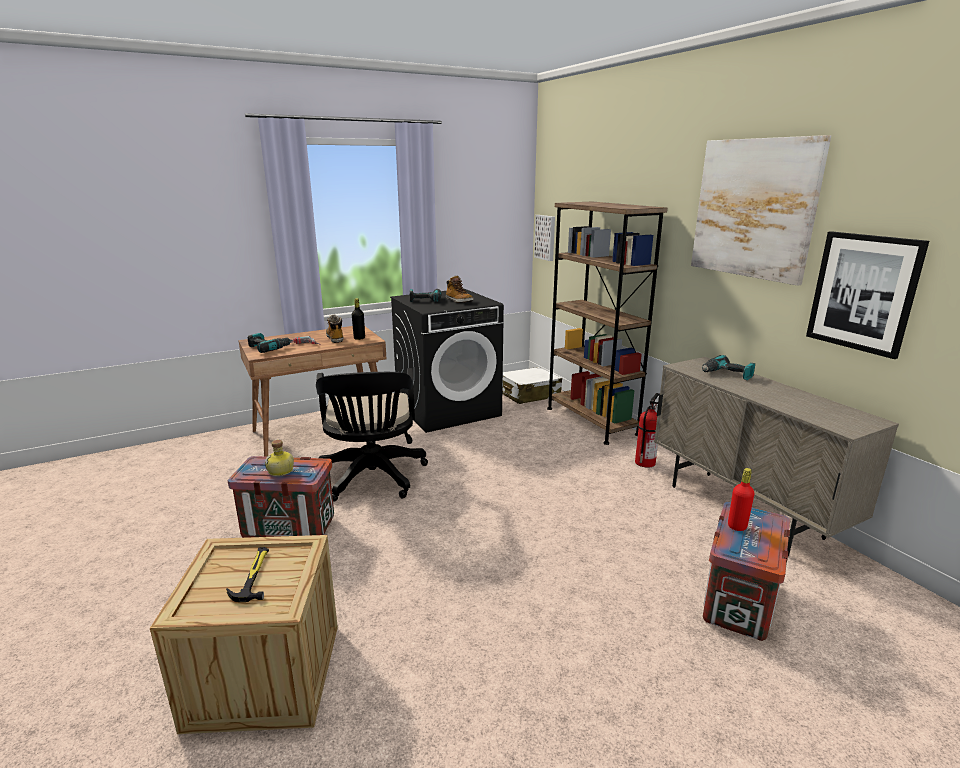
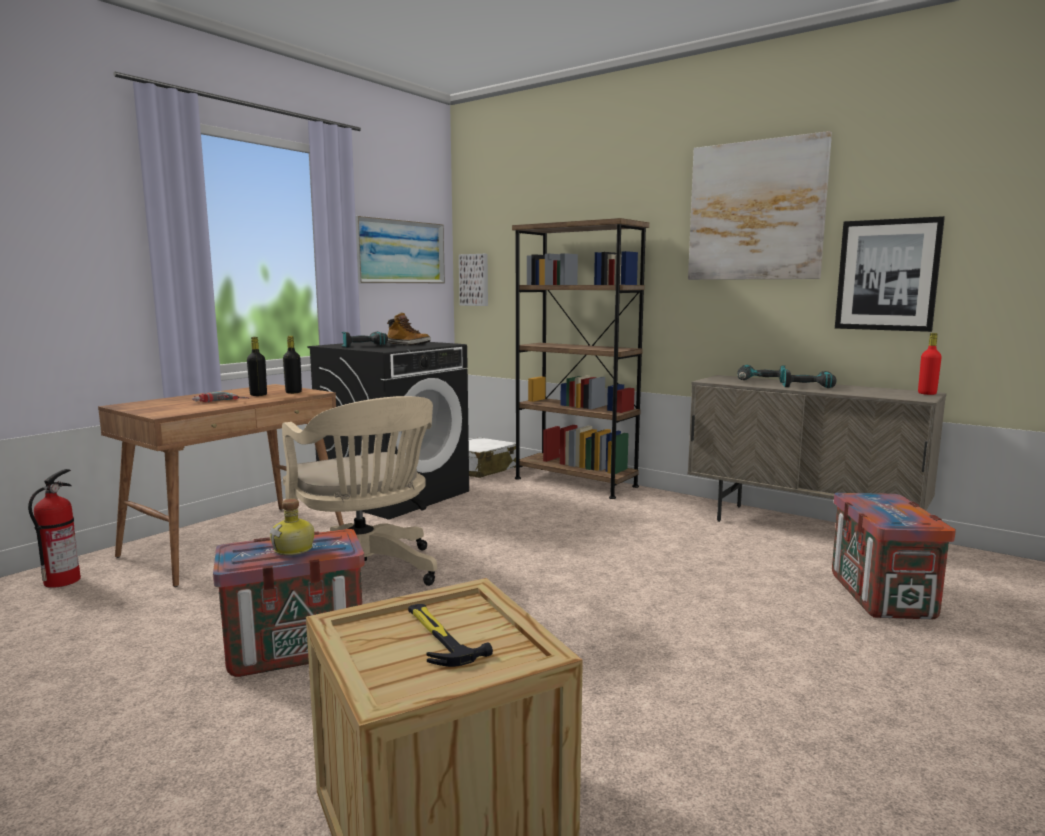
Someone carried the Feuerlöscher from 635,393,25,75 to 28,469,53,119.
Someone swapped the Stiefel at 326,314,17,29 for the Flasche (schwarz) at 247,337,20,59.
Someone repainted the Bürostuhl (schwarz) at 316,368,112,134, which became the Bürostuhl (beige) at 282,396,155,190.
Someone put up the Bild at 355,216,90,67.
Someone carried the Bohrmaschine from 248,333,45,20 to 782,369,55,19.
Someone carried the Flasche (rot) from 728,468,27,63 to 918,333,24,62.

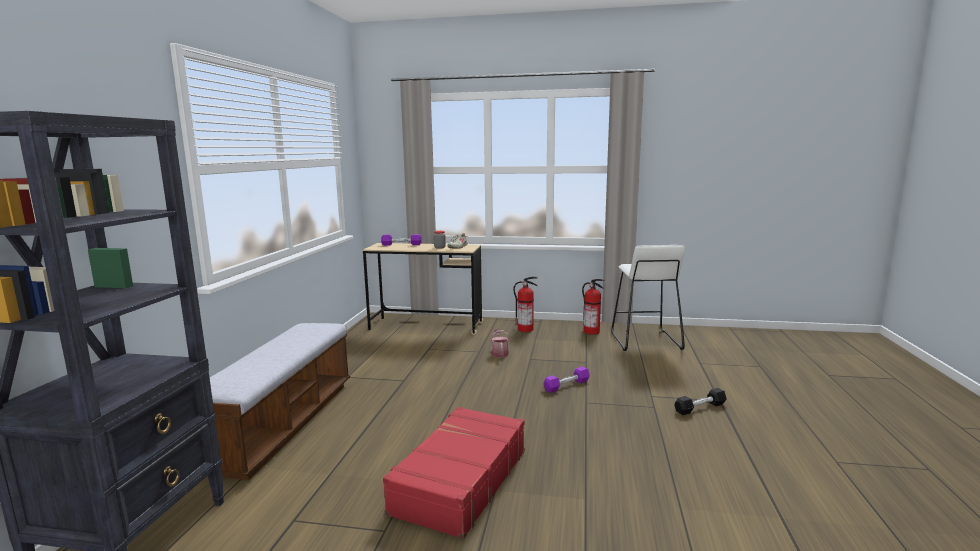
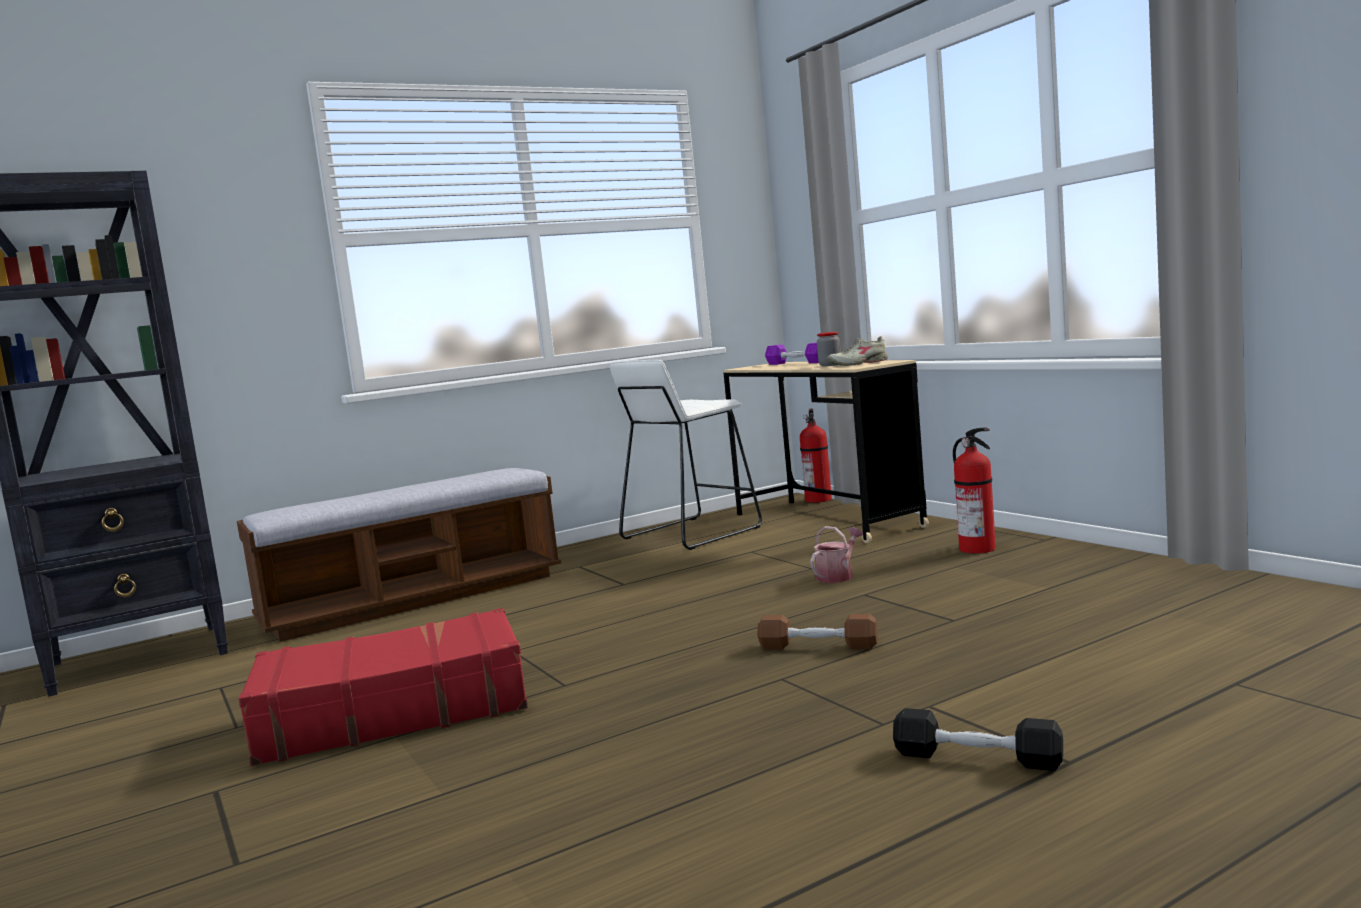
Someone carried the Hocker (weiß) from 611,245,74,106 to 610,360,152,190.
Someone repainted the Hantel (lila) at 544,367,46,26, which became the Hantel (braun) at 758,614,120,35.
Someone carried the Feuerlöscher from 582,279,22,56 to 800,409,32,94.

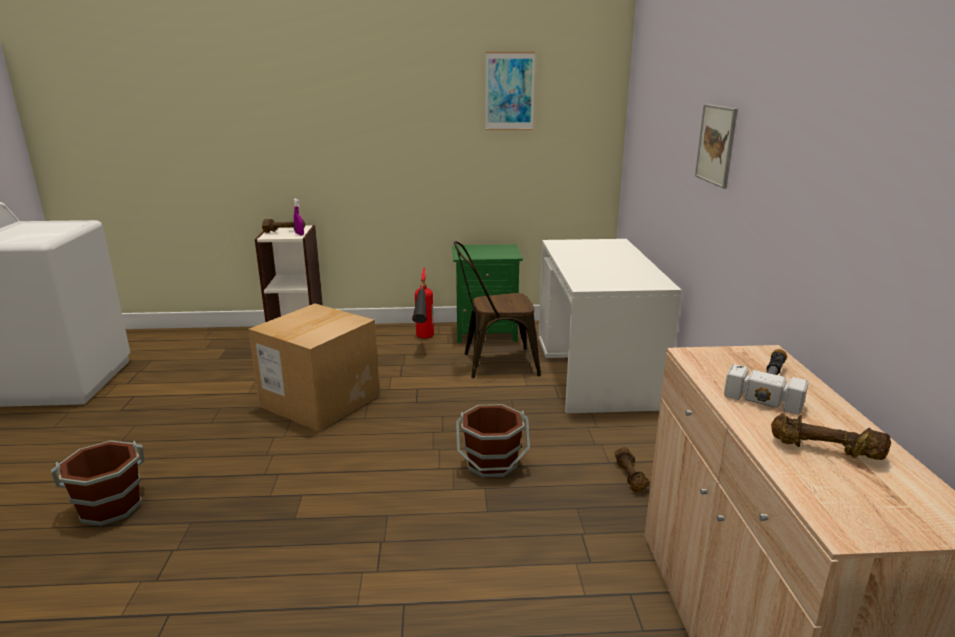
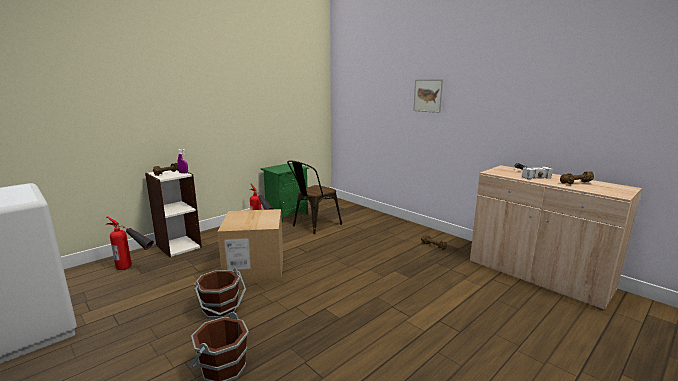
Someone put down the Feuerlöscher at 107,216,47,54.
Someone carried the Eimer (braun) from 456,404,74,74 to 194,268,52,51.
Someone took away the Bild at 485,52,50,78.
Someone took away the Schreibtisch (weiß) at 539,239,143,174.

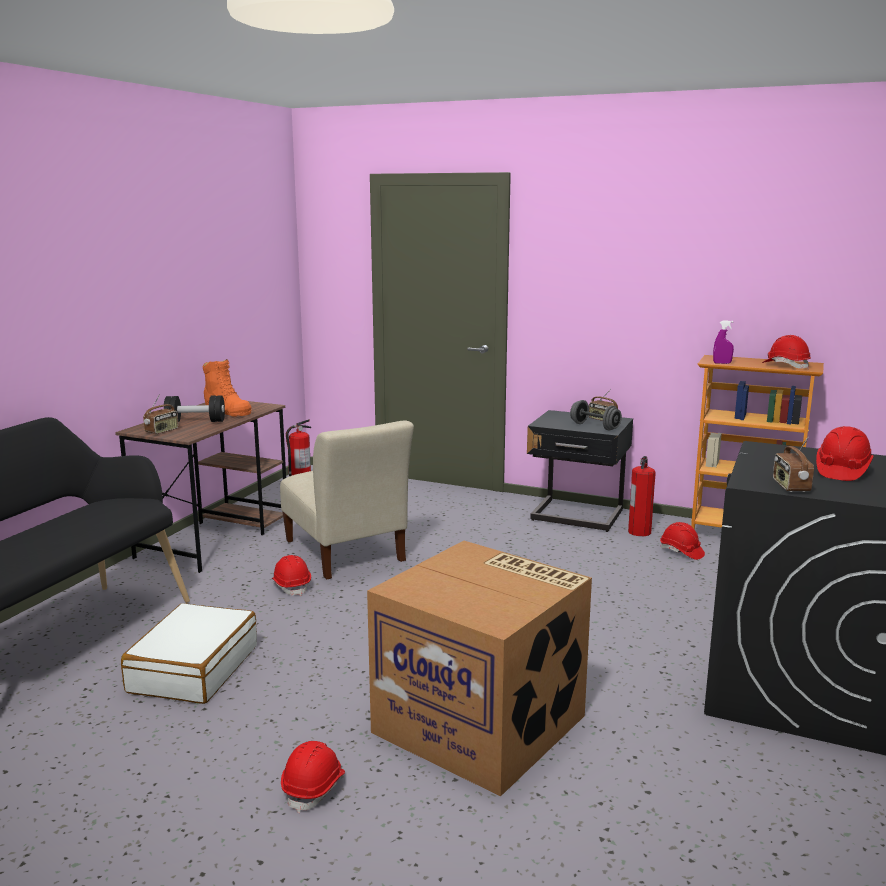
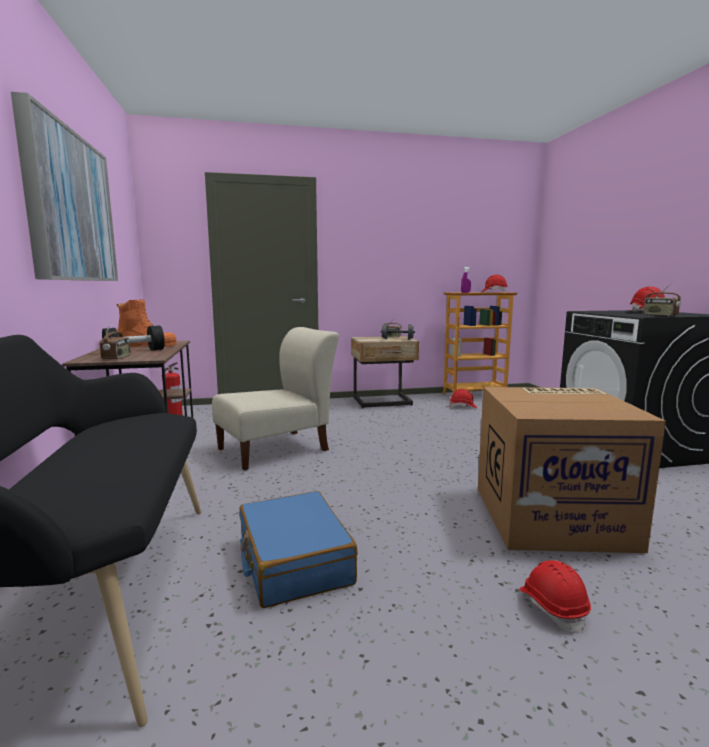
Someone put up the Bild at 11,92,107,189.
Someone rotated the Stuhl (beige) at 280,420,134,159 by 60 degrees counterclockwise.
Someone repainted the Koffer (weiß) at 121,603,136,101, which became the Koffer (blau) at 239,491,119,117.
Someone repainted the Nachttisch (schwarz) at 527,410,106,122, which became the Nachttisch (beige) at 351,336,68,72.
Someone took away the Schutzhelm (rot) at 272,555,39,41.
Someone took away the Feuerlöscher at 628,456,28,80.

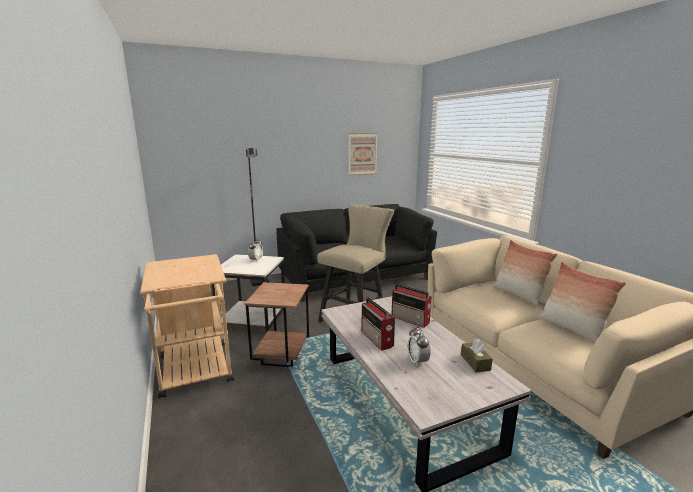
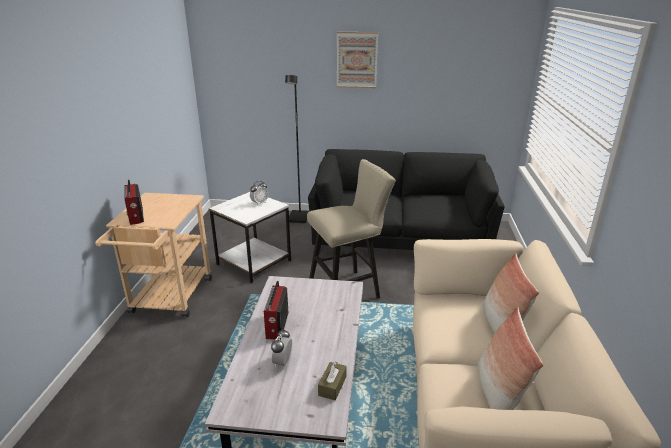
Someone carried the Radio from 392,284,40,44 to 124,180,20,45.
Someone carried the Bild from 349,133,29,42 to 337,32,41,56.
Someone took away the Beistelltisch (braun) at 244,282,65,85.

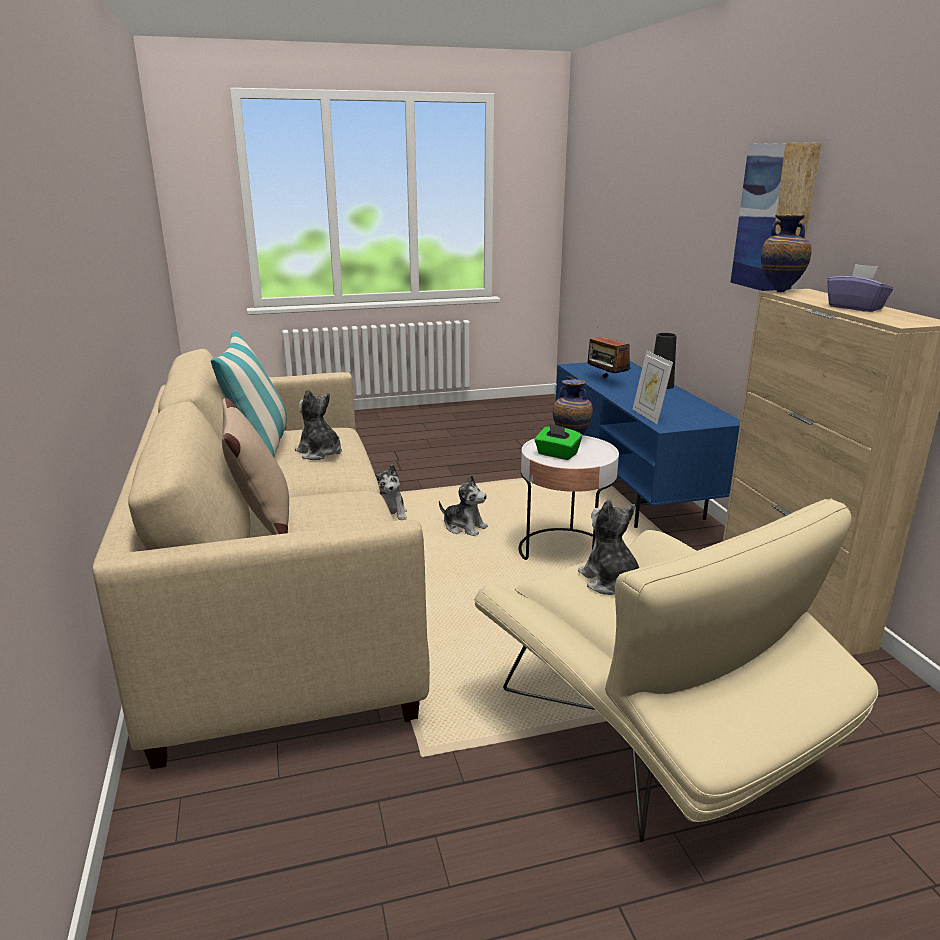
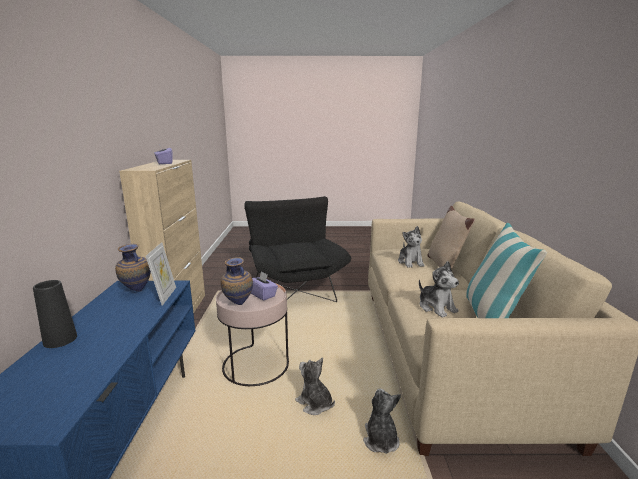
Someone carried the Vase from 761,214,51,78 to 115,244,36,48.
Someone repainted the Beistelltisch (weiß) at 518,435,101,125, which became the Beistelltisch (rosa) at 216,283,73,103.
Someone repainted the Sessel (beige) at 474,499,404,344, which became the Sessel (schwarz) at 245,196,106,106.
Someone repainted the Taschentuchbox (grün) at 534,424,48,36, which became the Taschentuchbox (lila) at 251,271,27,29.
Someone carried the Plüschtier from 578,499,61,96 to 398,226,27,42.
Someone took away the Radio at 587,327,43,51.
Someone took away the Bild at 730,142,92,149.

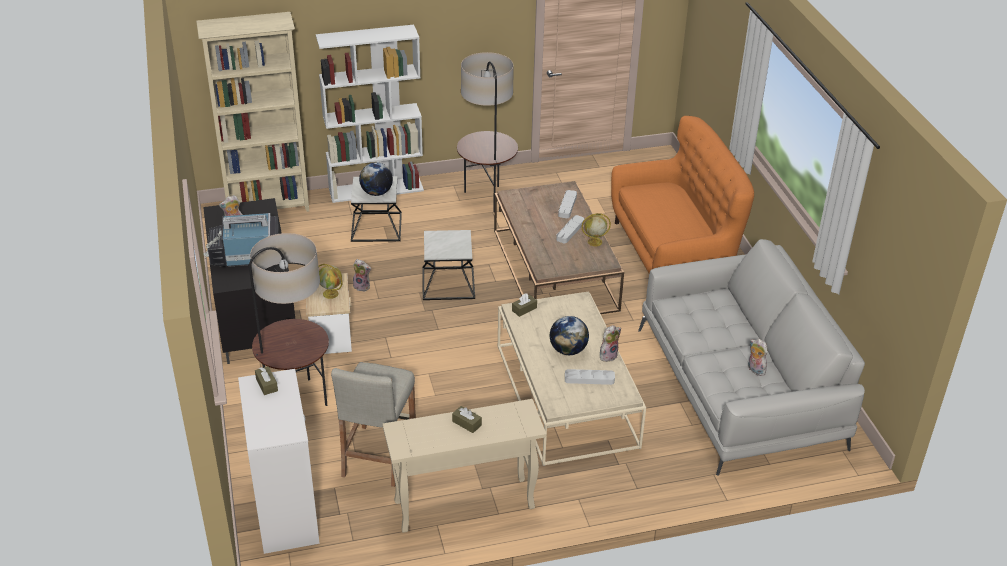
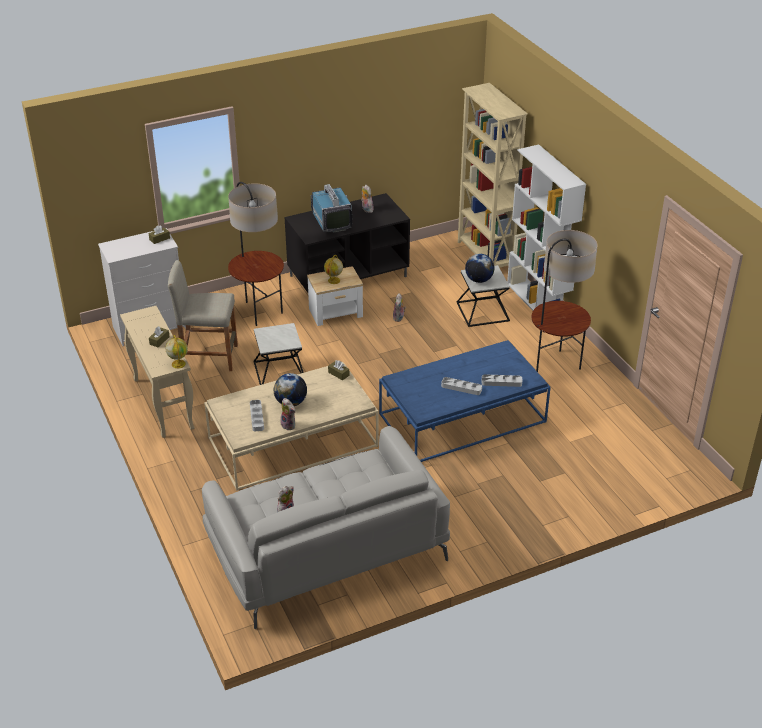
Someone carried the Globus from 582,213,29,33 to 165,335,23,34.
Someone carried the Beistelltisch from 422,230,53,70 to 254,323,50,62.
Someone repainted the Couchtisch (braun) at 494,181,130,133, which became the Couchtisch (blau) at 379,340,172,122.
Someone took away the Sofa (orange) at 611,116,143,157.

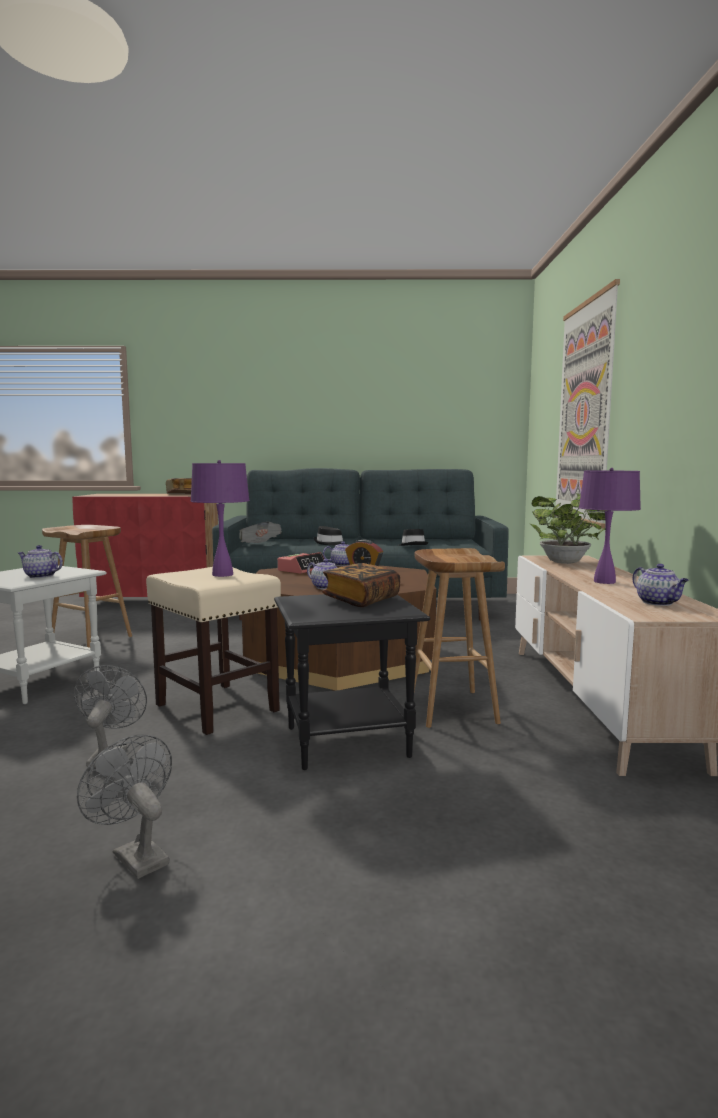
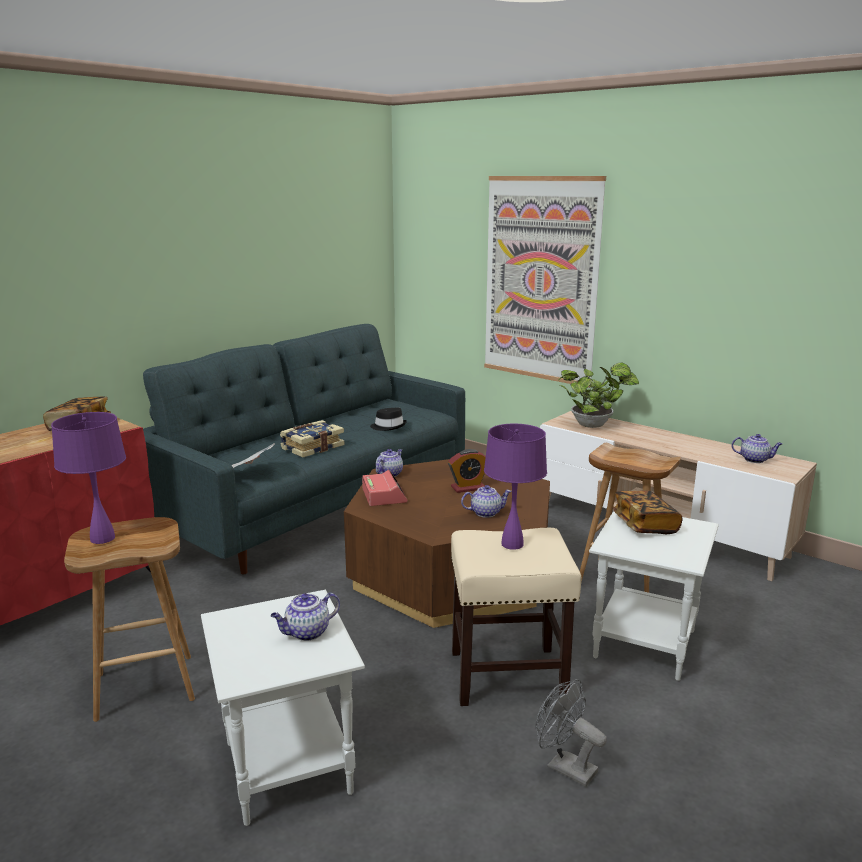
Someone carried the Tischlampe (lila) from 579,468,62,116 to 51,412,75,132.
Someone swapped the Hut (schwarz) at 314,526,32,20 for the Buch at 280,420,64,38.
Someone repainted the Beistelltisch (schwarz) at 274,594,156,176, which became the Beistelltisch (weiß) at 589,511,130,170.
Someone took away the Ventilator (grau) at 77,735,95,144.

